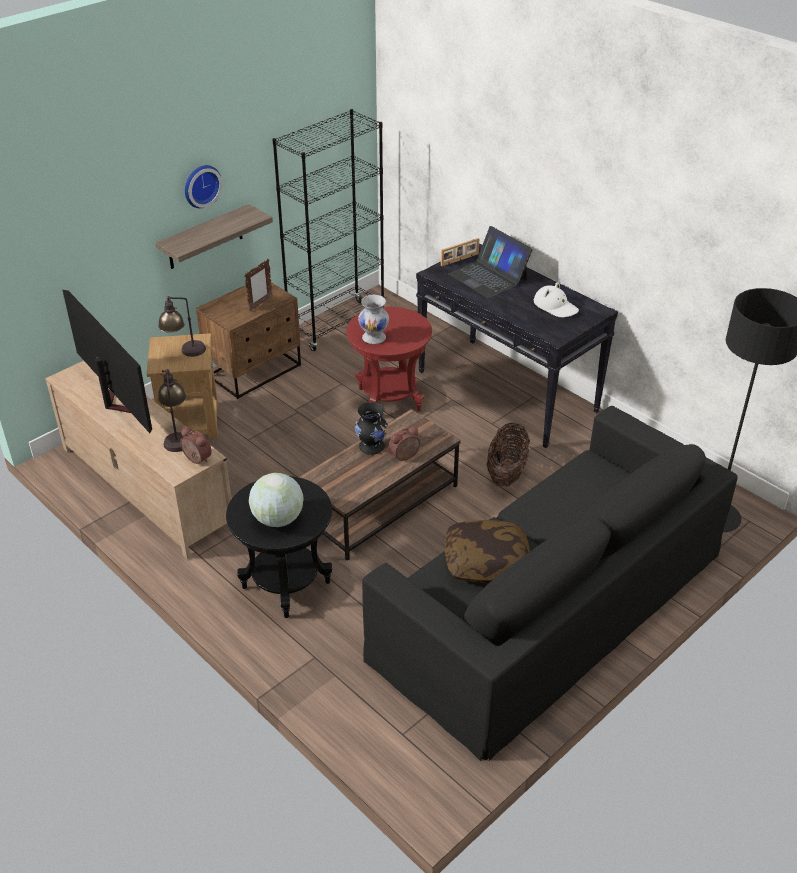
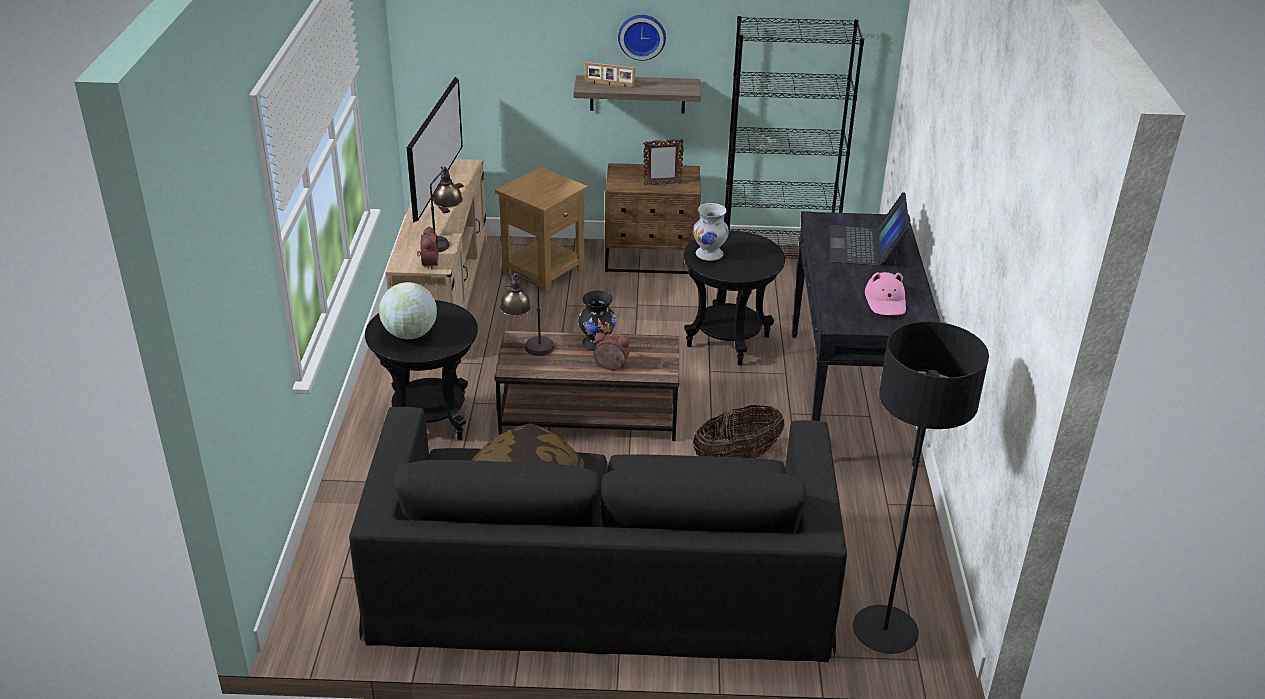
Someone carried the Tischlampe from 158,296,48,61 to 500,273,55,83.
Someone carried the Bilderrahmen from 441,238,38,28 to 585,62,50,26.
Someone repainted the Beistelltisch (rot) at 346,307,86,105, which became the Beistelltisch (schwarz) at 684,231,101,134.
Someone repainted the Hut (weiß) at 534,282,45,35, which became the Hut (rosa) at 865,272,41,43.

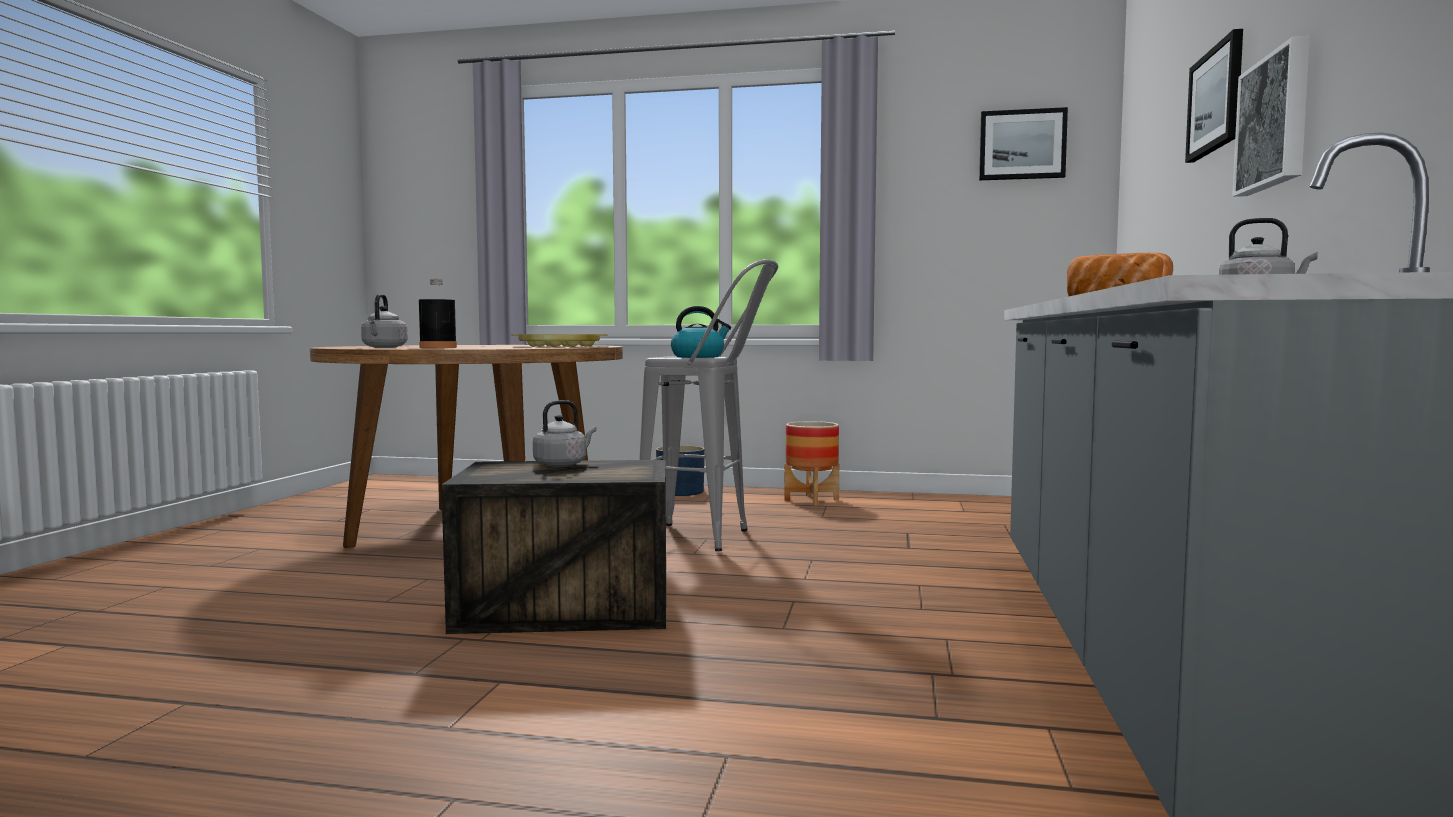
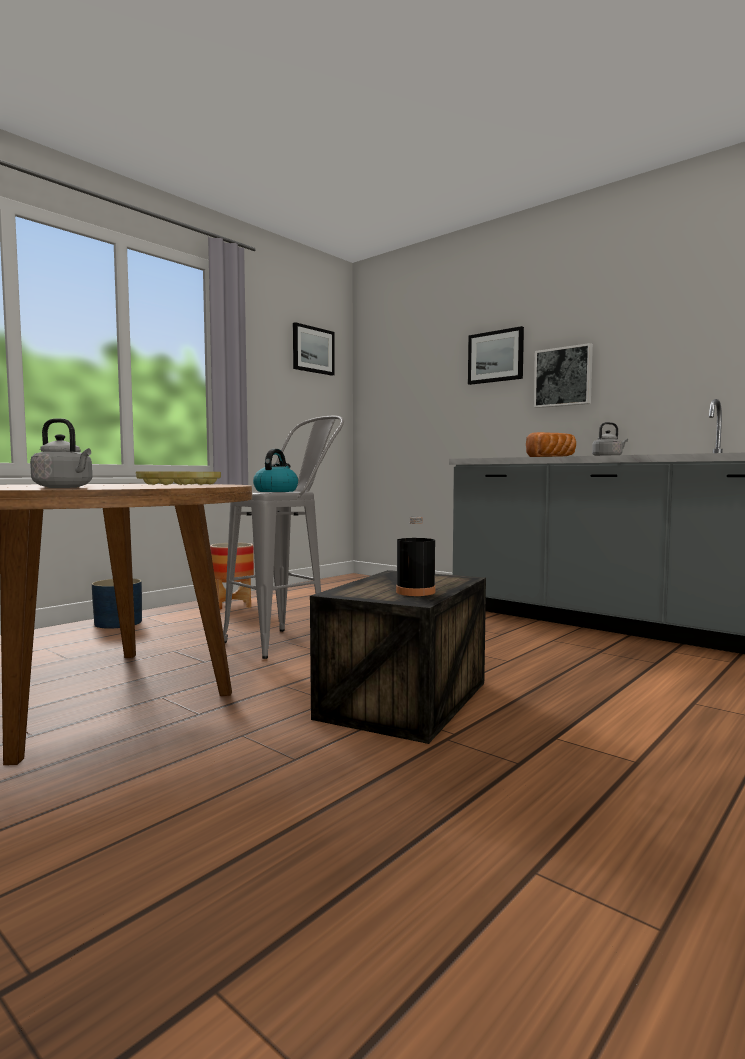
Someone carried the Flasche (schwarz) from 419,279,38,69 to 396,517,39,79.
Someone took away the Wasserkessel (grau) at 533,400,64,67.

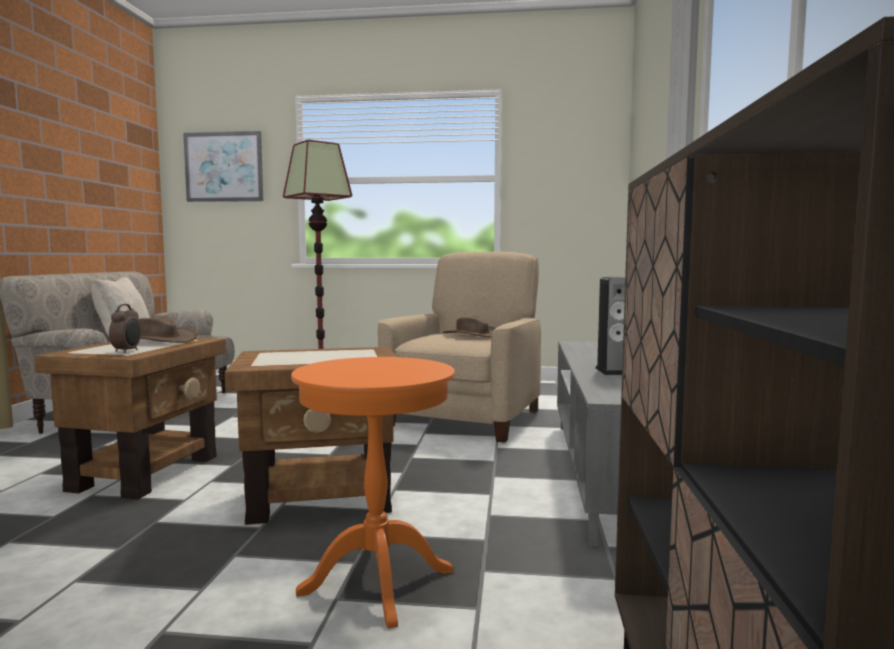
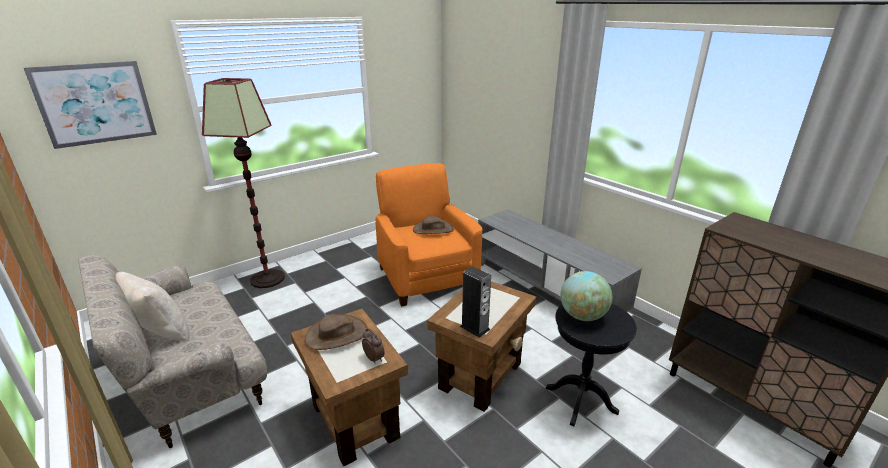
Someone repainted the Sessel (beige) at 378,252,163,191, which became the Sessel (orange) at 375,163,108,143.
Someone carried the Lautsprecher from 595,277,30,98 to 460,266,31,72.
Someone repainted the Beistelltisch (orange) at 291,357,164,272, which became the Beistelltisch (schwarz) at 546,304,91,122.
Someone put down the Globus at 560,271,52,50.

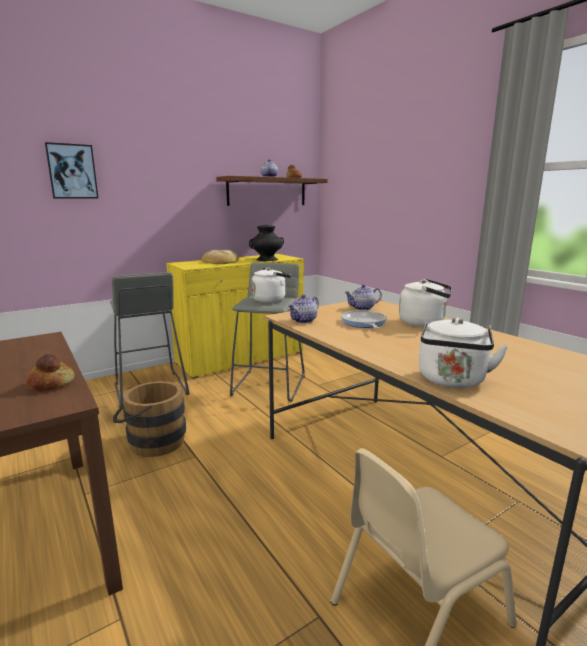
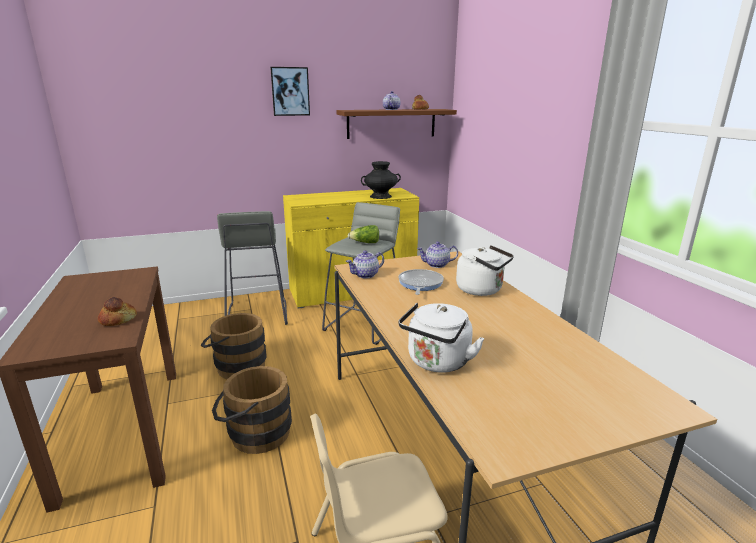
Someone put down the Eimer (braun) at 212,366,80,88.
Someone carried the Bild from 45,142,54,57 to 270,67,40,49.
Someone swapped the Wasserkessel (weiß) at 251,268,40,35 for the Salatkopf at 347,225,32,18.
Someone took away the Brot at 202,250,37,14.

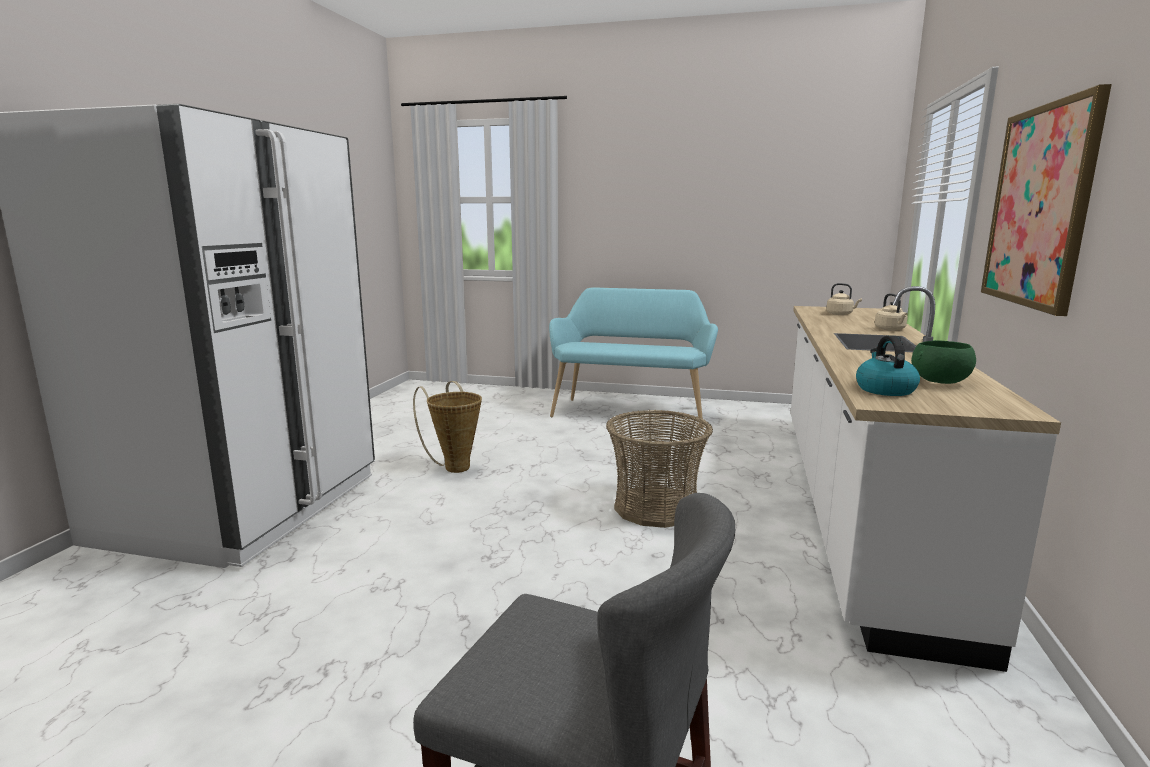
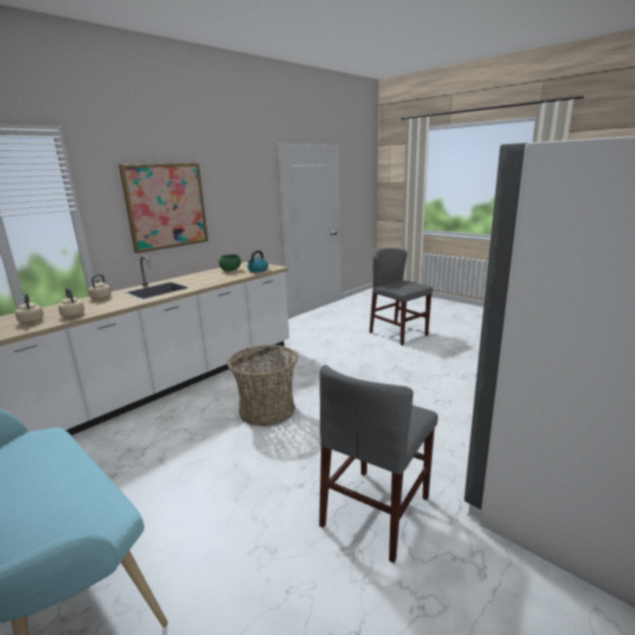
Someone put down the Wasserkessel (beige) at 58,288,27,29.
Someone swapped the Korb at 413,381,69,92 for the Stuhl (grau) at 319,365,119,198.

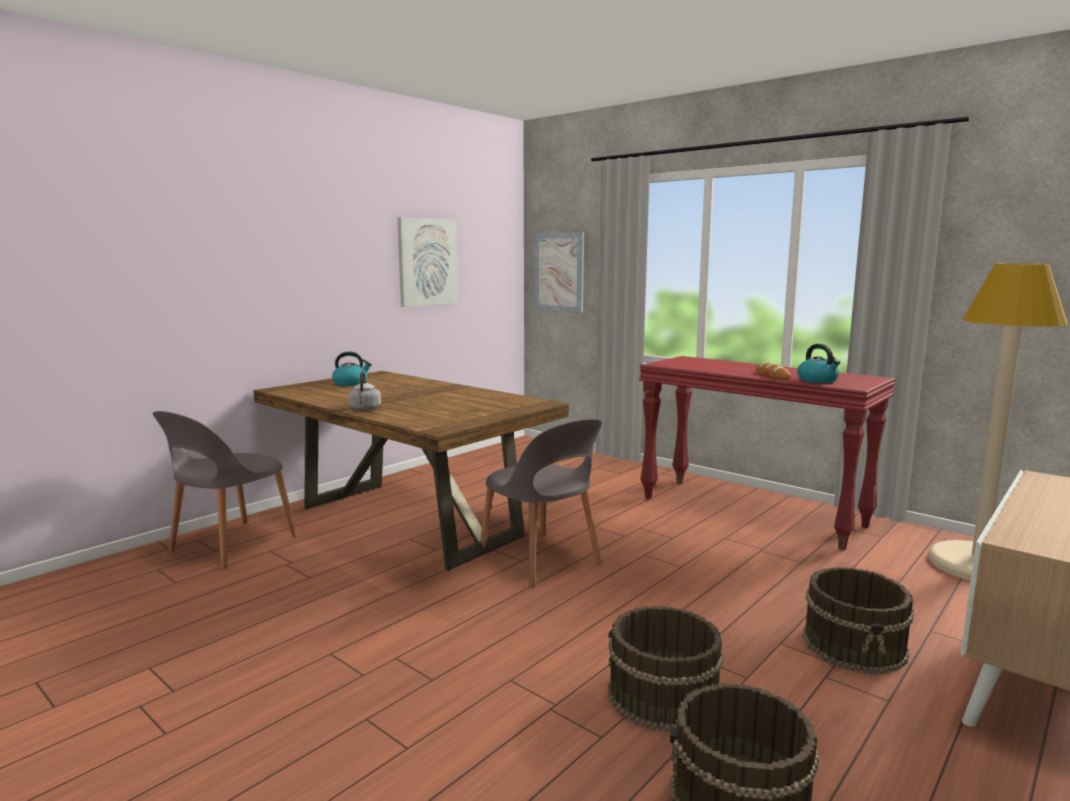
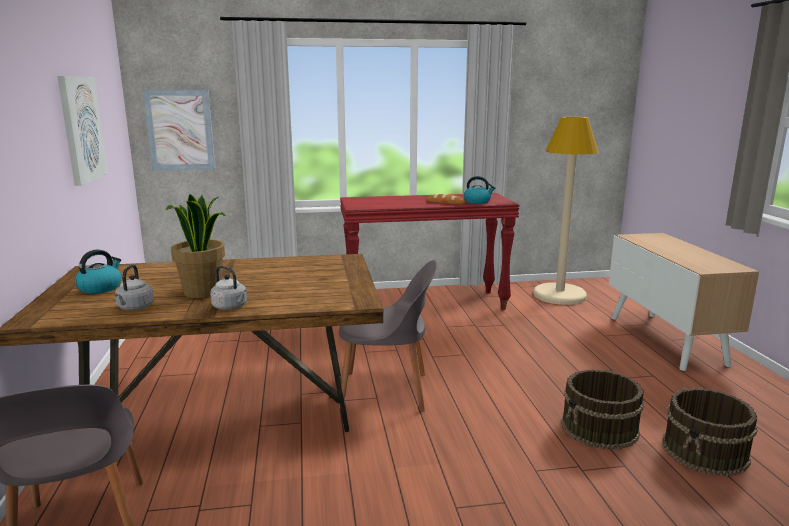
Someone put down the Wasserkessel (grau) at 115,265,39,45.
Someone put down the Topfpflanze at 165,194,61,104.
Someone took away the Eimer (braun) at 802,567,112,107.

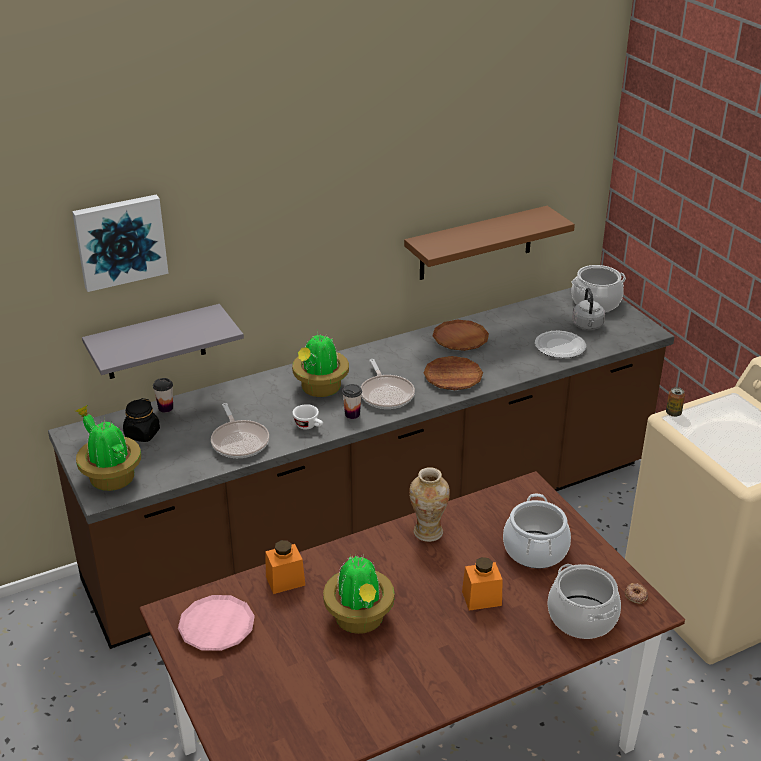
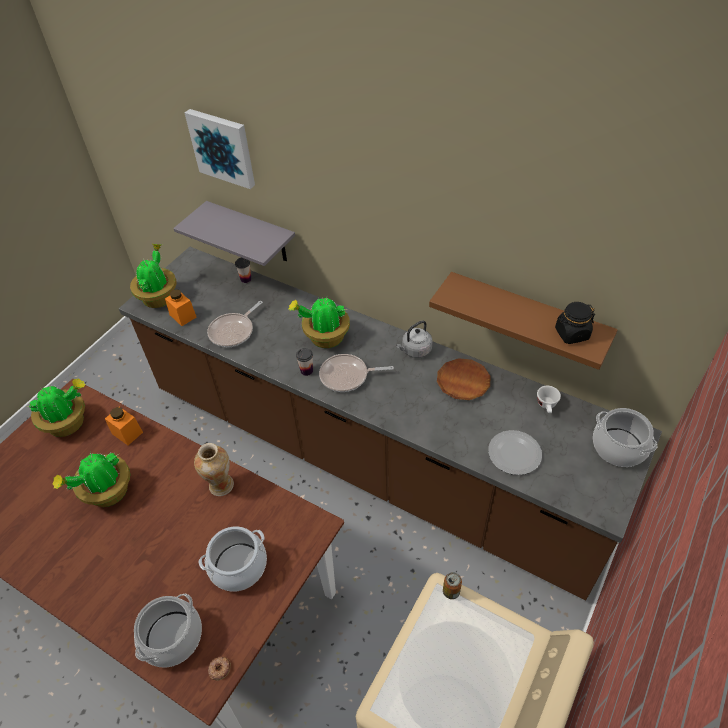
Someone swapped the Teller (rosa) at 178,595,77,56 for the Topfpflanze at 27,378,59,59.
Someone carried the Vorratsglas (orange) from 462,557,41,54 to 165,289,32,37.
Someone rotated the Pfanne at 360,359,55,50 by 45 degrees clockwise.
Someone carried the Wasserkessel (grau) from 572,288,33,42 to 396,320,37,38.
Someone carried the Tasse (weiß) from 293,404,30,26 to 537,386,24,27.
Someone carried the Vorratsglas (schwarz) from 123,398,37,44 to 555,302,40,42.
Someone took away the Teller (braun) at 423,356,60,34.

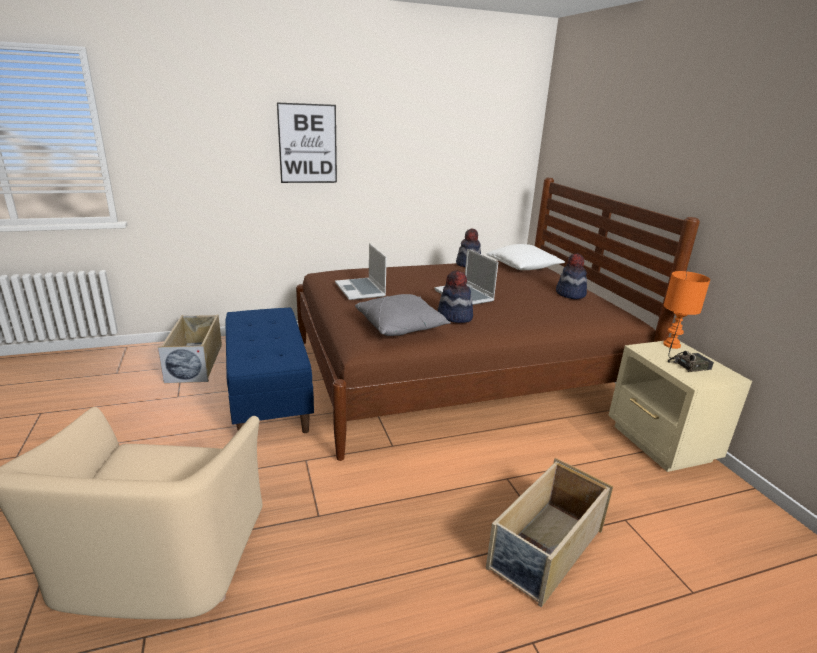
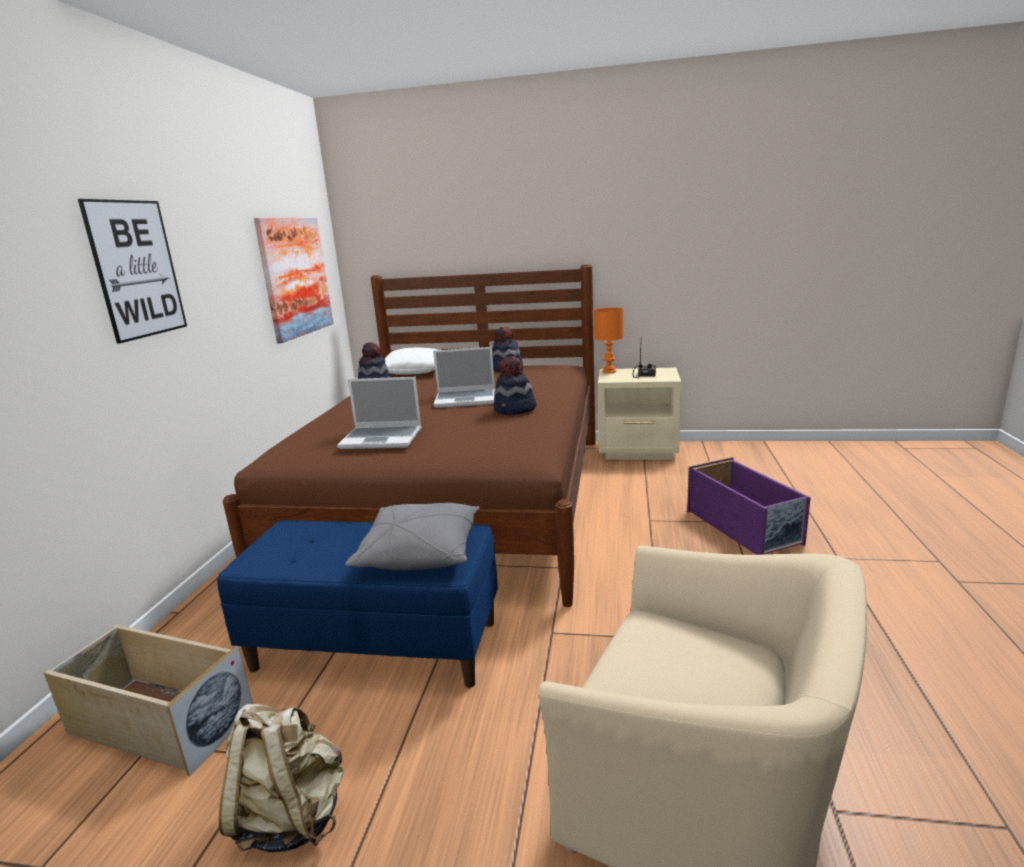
Someone put down the Rucksack (beige) at 219,704,125,148.
Someone put up the Bild at 254,217,79,126.
Someone carried the Kissen (grau) from 355,294,96,42 to 345,503,135,67.
Someone repainted the Aufbewahrungsbox (beige) at 486,458,127,149, which became the Aufbewahrungsbox (lila) at 687,457,124,98.

